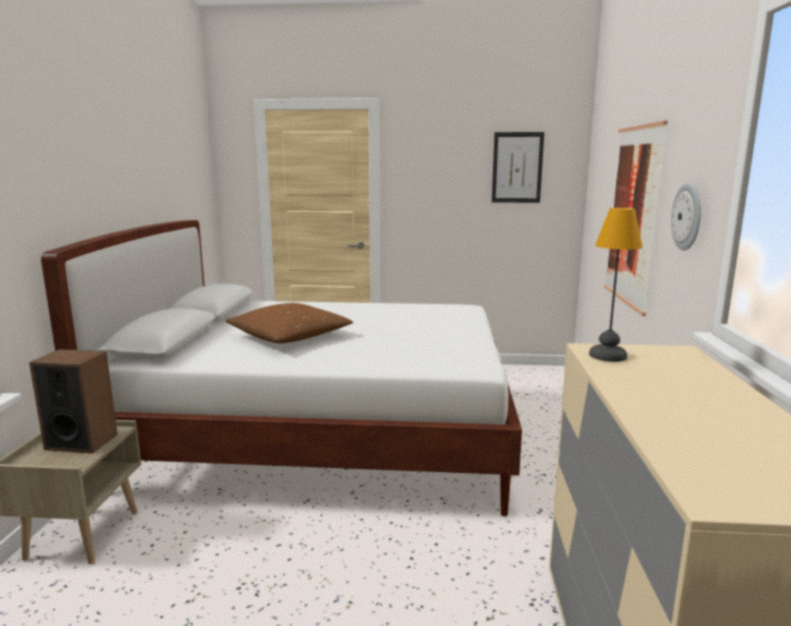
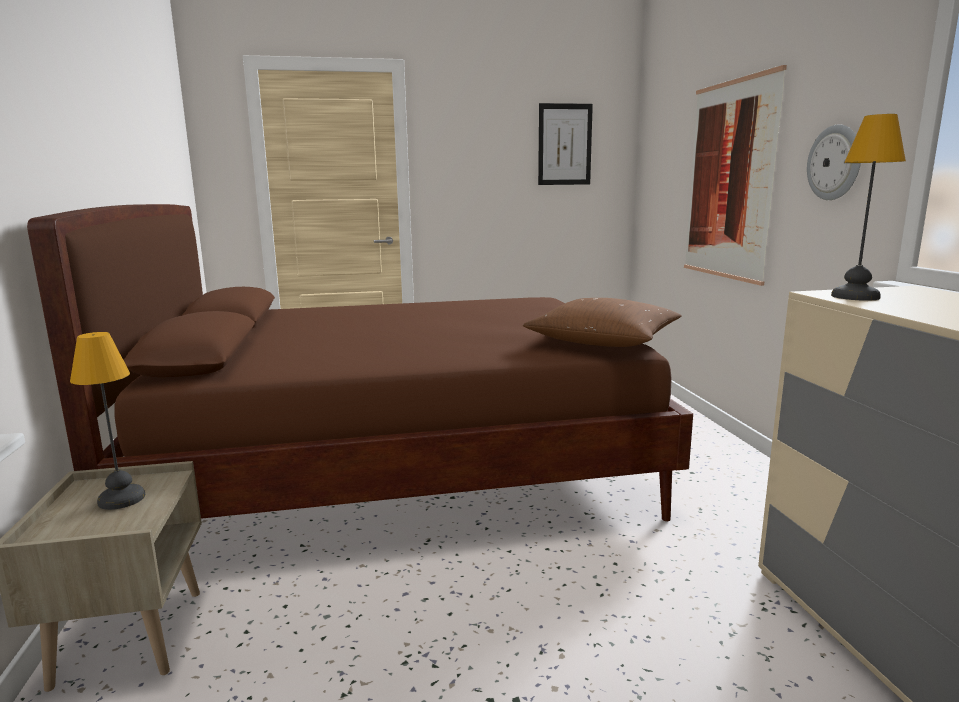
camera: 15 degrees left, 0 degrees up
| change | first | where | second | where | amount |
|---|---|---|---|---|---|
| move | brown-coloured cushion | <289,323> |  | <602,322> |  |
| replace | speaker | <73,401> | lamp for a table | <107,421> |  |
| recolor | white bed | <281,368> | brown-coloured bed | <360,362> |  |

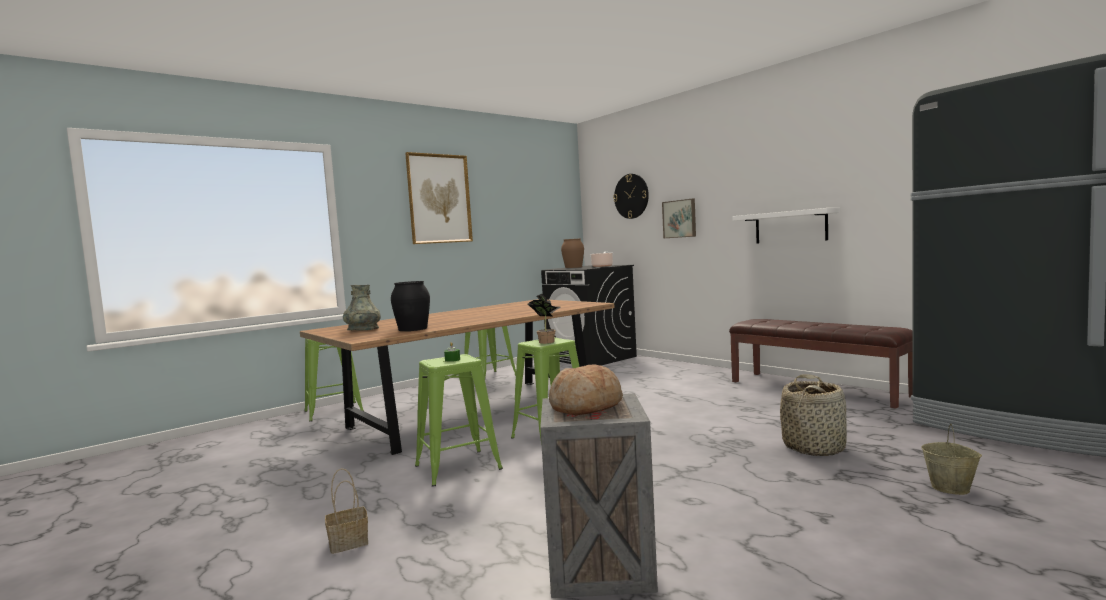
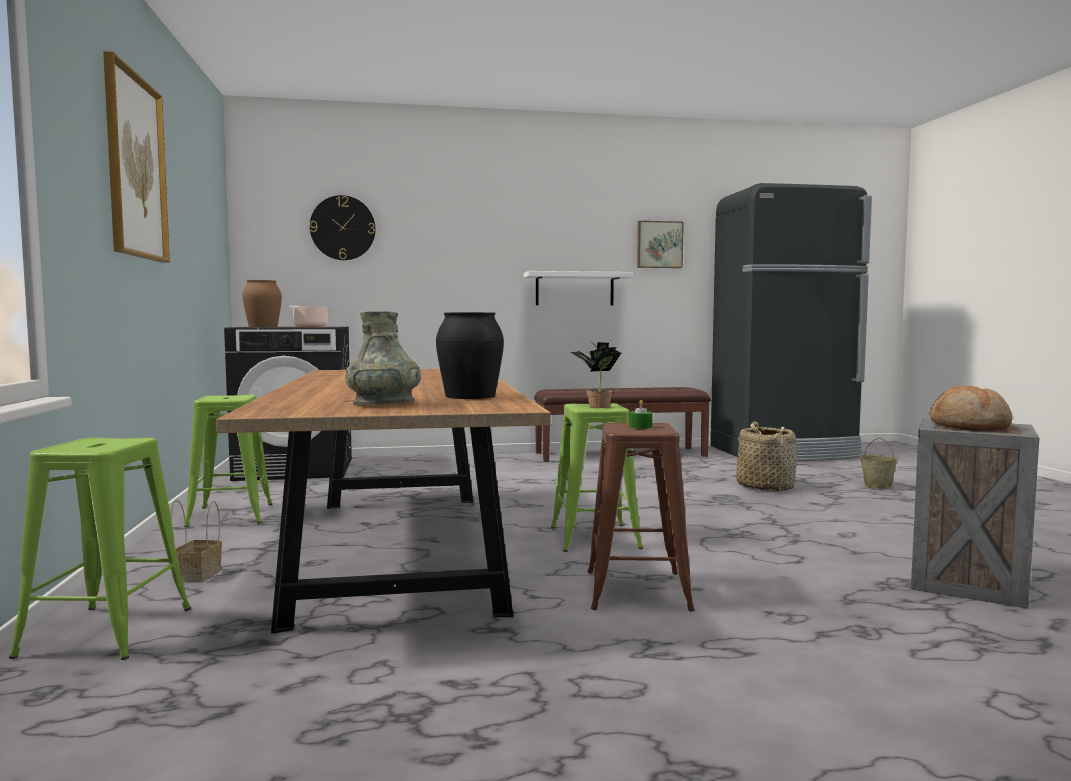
camera: 60 degrees left, 0 degrees up
| change | first | where | second | where | amount |
|---|---|---|---|---|---|
| move | basket | <346,511> |  | <196,541> |  |
| move | wall picture | <679,219> |  | <660,244> |  |
| recolor | green-coloured stool seat | <459,420> | brown-coloured stool seat | <641,517> |  |

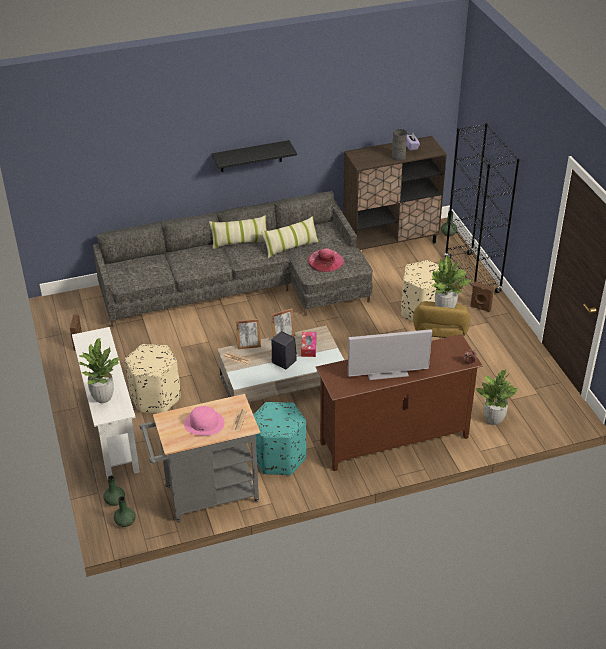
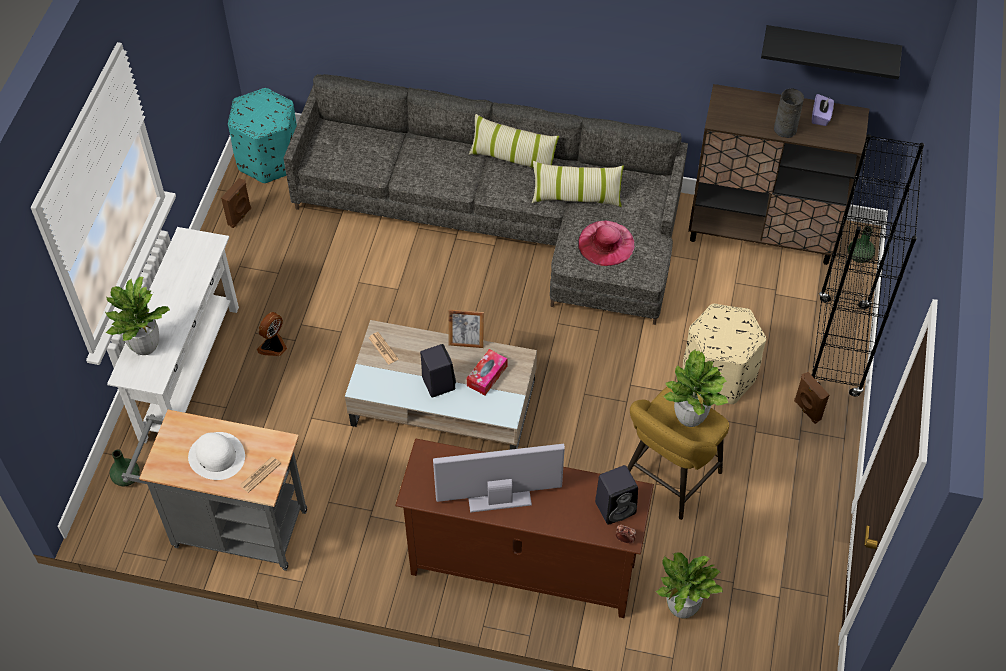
camera: 30 degrees right, 15 degrees up
| change | first | where | second | where | amount |
|---|---|---|---|---|---|
| delete | green-coloured flower vase | <125,511> |  |  |  |
| delete | photo frame | <248,334> |  |  |  |
| insert |  |  | black-coloured speaker | <616,495> |  |
| move | black-coloured wall shelf | <254,156> |  | <831,52> |  |
| move | blue-green footrest | <280,438> |  | <262,136> |  |
| replace | sand-coloured footrest | <152,378> | cooling fan | <272,334> |  |
| recolor | pink-coloured wearable hat | <204,421> | white wearable hat | <216,456> |  |
| rotate | TV set | <390,354> |  | <499,478> | 150 degrees clockwise |

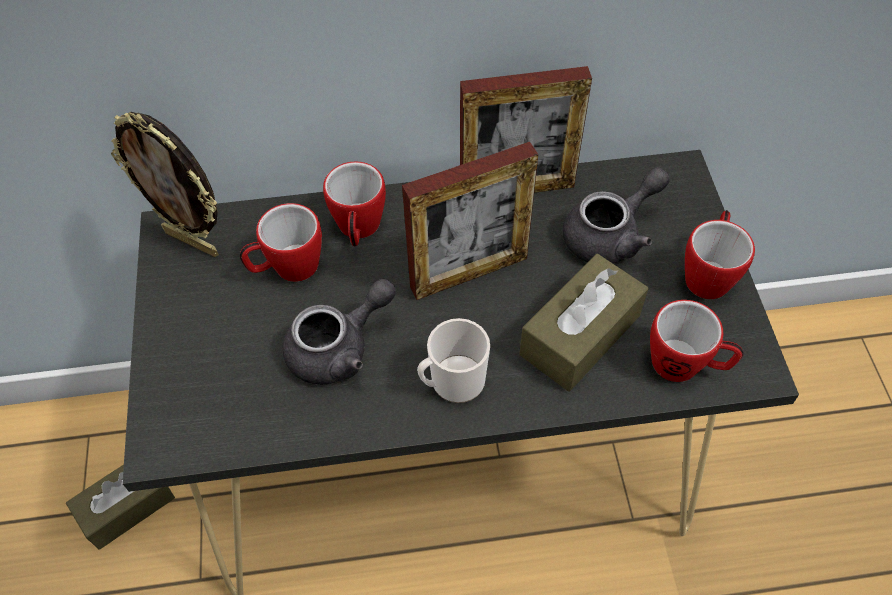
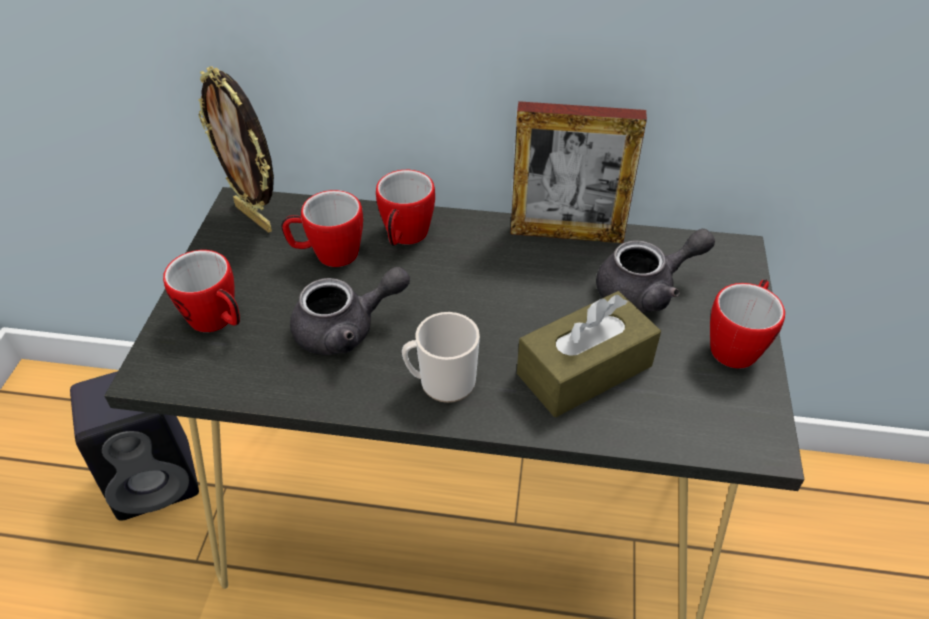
camera: 15 degrees right, 10 degrees down
| change | first | where | second | where | amount |
|---|---|---|---|---|---|
| delete | photo frame | <470,221> |  |  |  |
| move | coffee mug | <696,341> |  | <201,291> |  |
| replace | brown-coloured tissue holder | <120,507> | black-coloured speaker | <134,446> |  |

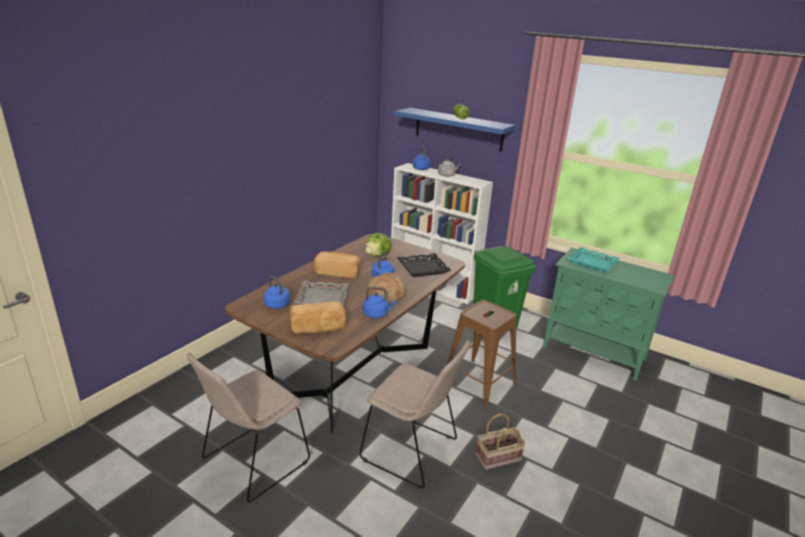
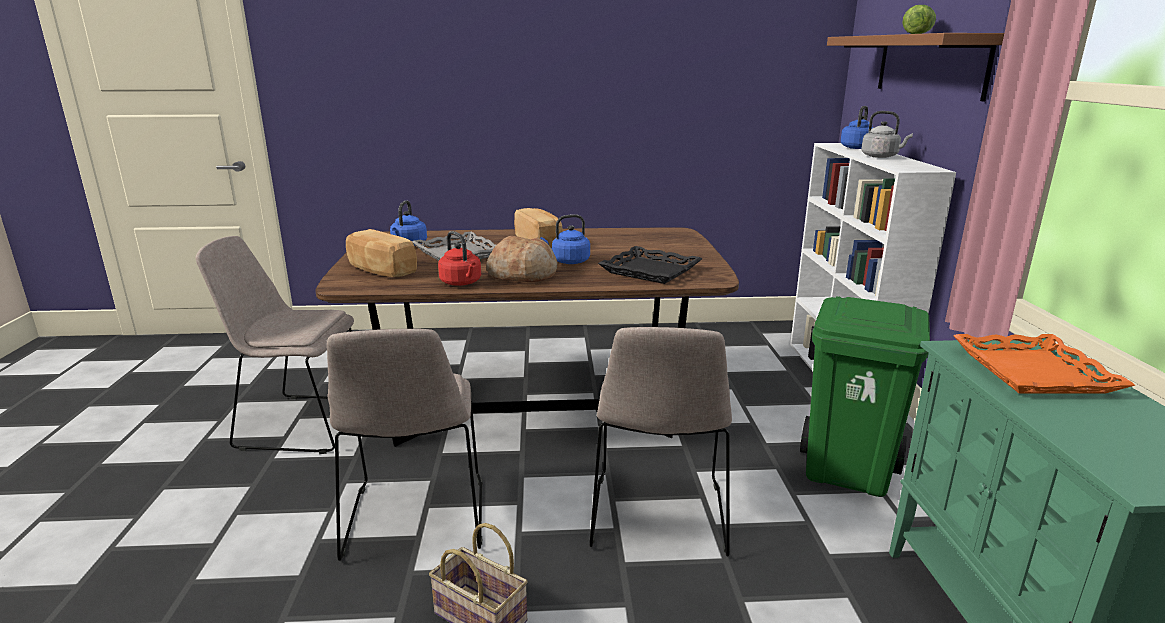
camera: 55 degrees right, 5 degrees down
| change | first | where | second | where | amount |
|---|---|---|---|---|---|
| delete | lettuce | <378,245> |  |  |  |
| replace | brown-coloured stool seat | <482,354> | sand-coloured chair | <660,442> |  |
| recolor | blue-coloured kettle | <379,302> | red-coloured kettle | <459,258> |  |
| recolor | blue-coloured wall shelf | <455,129> | brown-coloured wall shelf | <915,67> |  |
| recolor | blue-green carrying tray | <593,260> | orange carrying tray | <1044,364> |  |

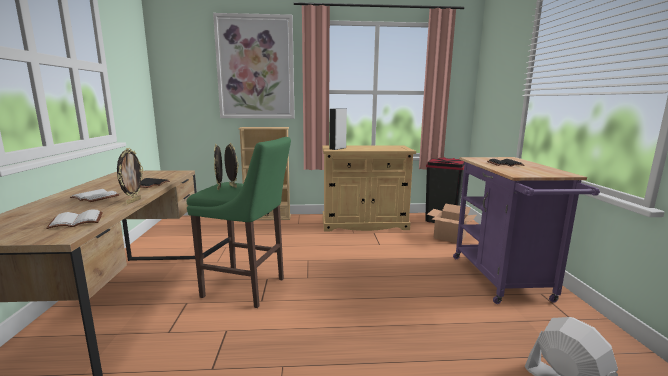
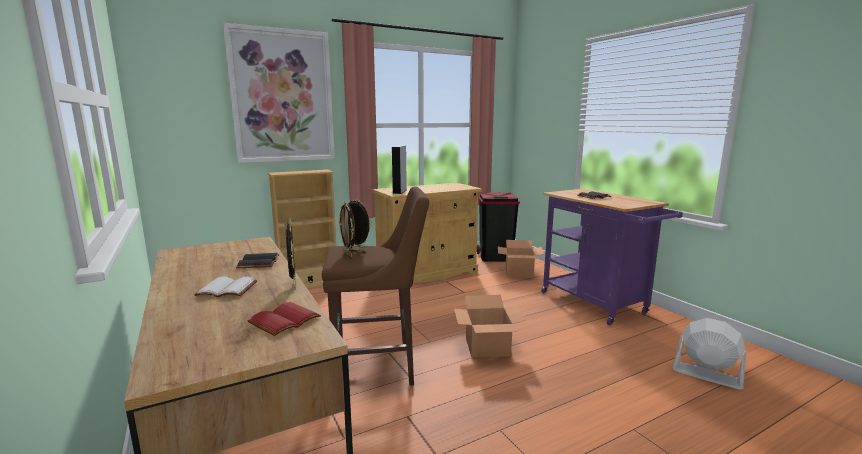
camera: 25 degrees left, 0 degrees up
| change | first | where | second | where | amount |
|---|---|---|---|---|---|
| insert |  |  | carton | <489,326> |  |
| recolor | white book | <74,219> | red-coloured book | <284,319> |  |
| recolor | green-coloured stool seat | <239,222> | brown-coloured stool seat | <375,286> |  |

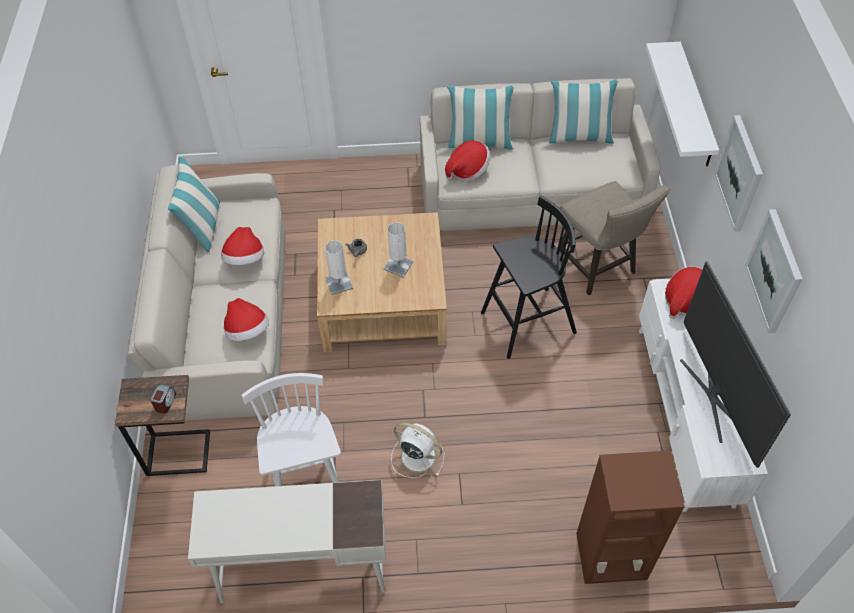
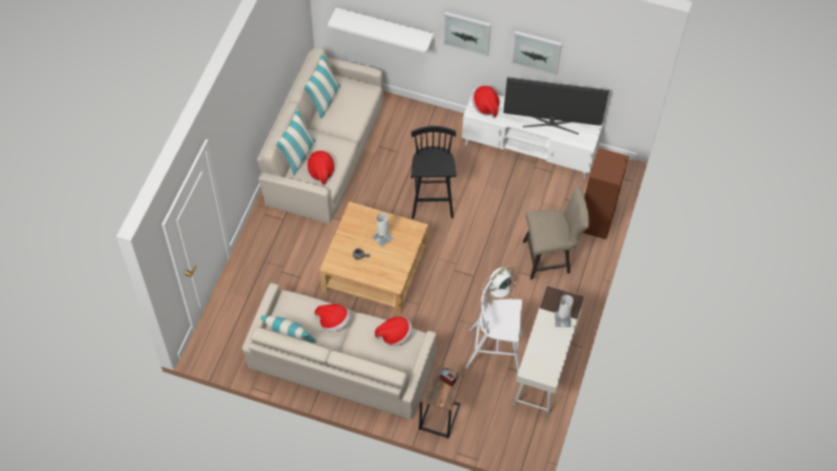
camera: 70 degrees left, 5 degrees up
| change | first | where | second | where | amount |
|---|---|---|---|---|---|
| move | white lamp for a table | <339,267> |  | <564,311> |  |
| move | sand-coloured stool seat | <615,238> |  | <556,233> |  |

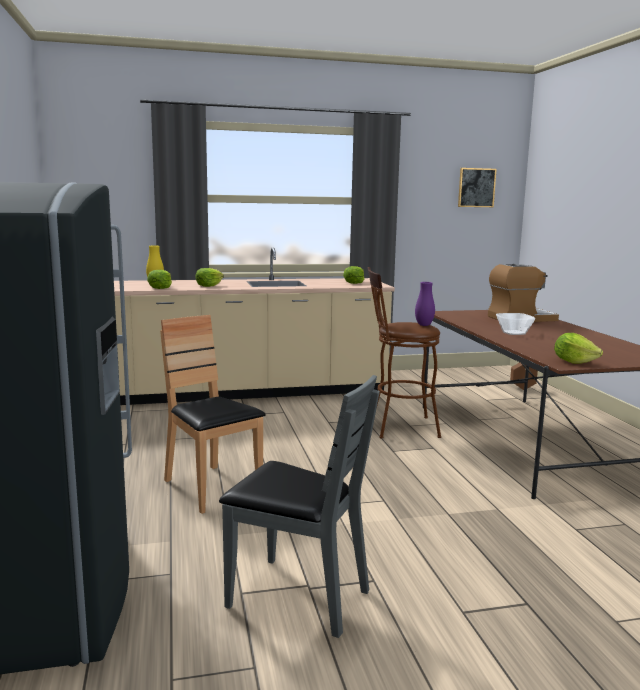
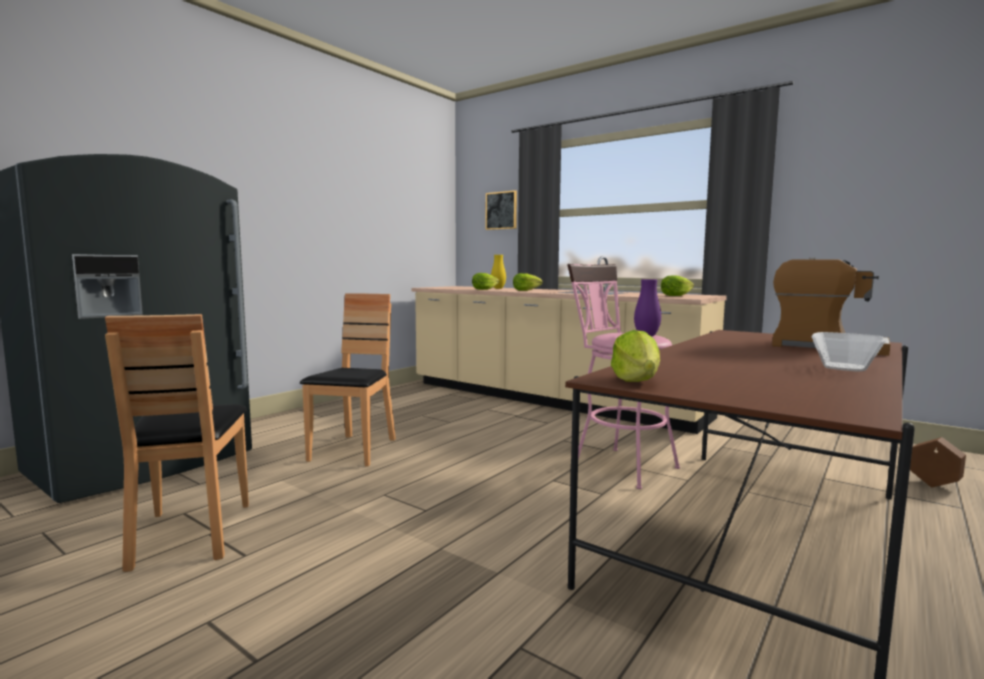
camera: 50 degrees right, 5 degrees down
| change | first | where | second | where | amount |
|---|---|---|---|---|---|
| move | wall picture | <477,187> |  | <501,210> |  |
| move | deep dish | <515,324> |  | <849,352> |  |
| recolor | greyish chair | <299,506> | brown-coloured chair | <177,443> |  |
| recolor | brown-coloured stool seat | <404,353> | pink-coloured stool seat | <623,376> |  |

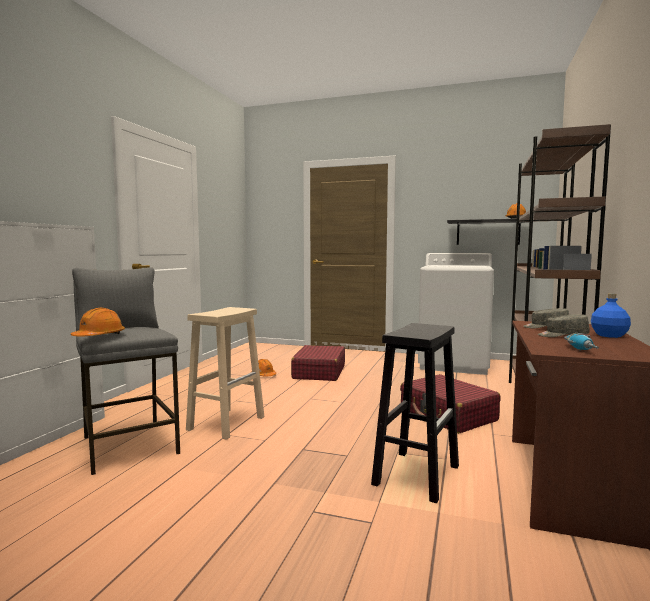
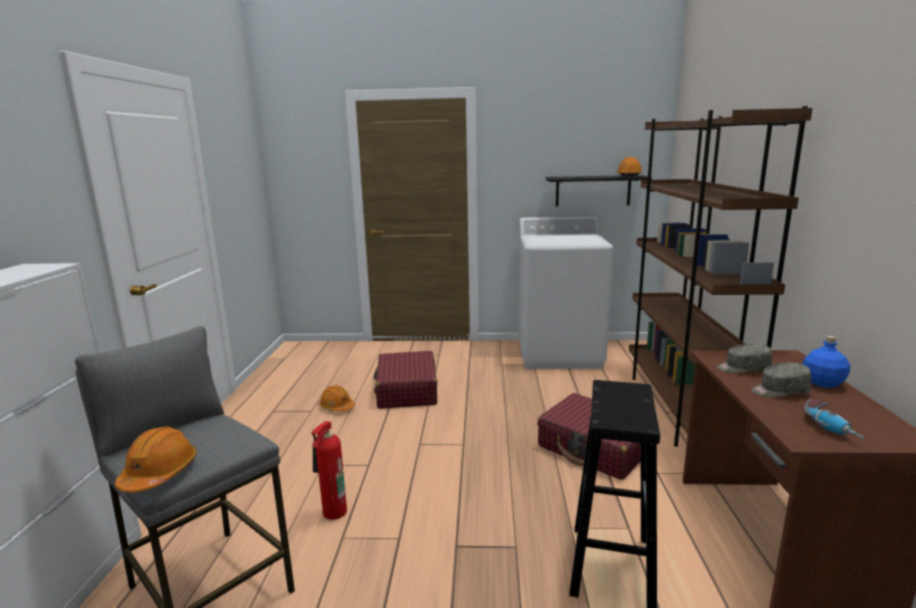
camera: 15 degrees left, 10 degrees up
| change | first | where | second | where | amount |
|---|---|---|---|---|---|
| replace | sand-coloured stool seat | <225,373> | fire-fighting cylinder | <329,470> |  |

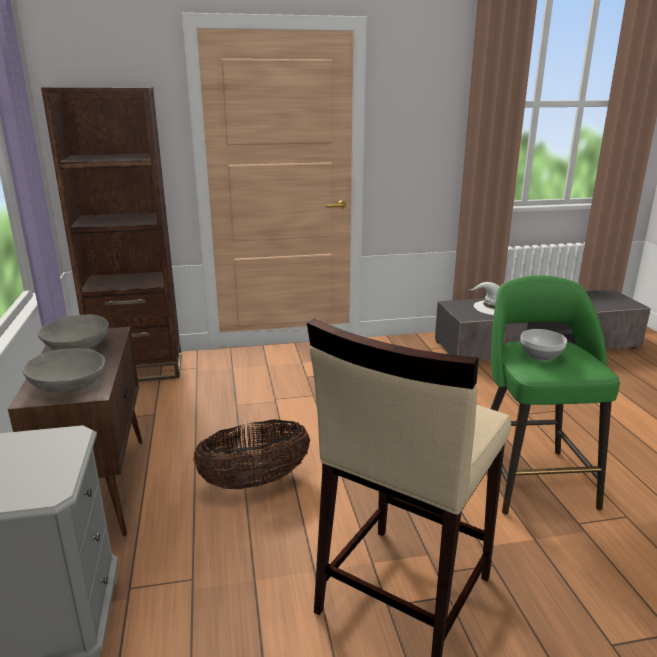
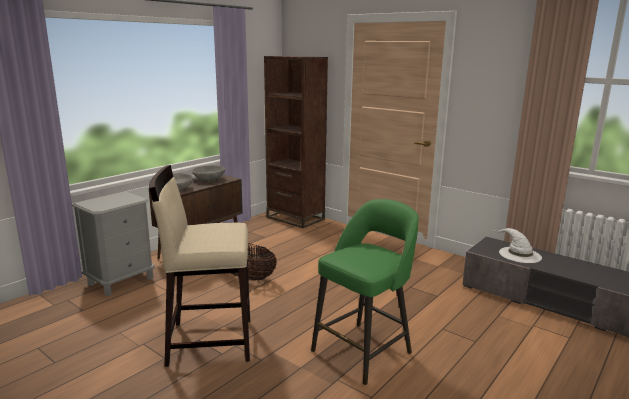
camera: 50 degrees right, 5 degrees down
| change | first | where | second | where | amount |
|---|---|---|---|---|---|
| delete | deep dish | <544,345> |  |  |  |

